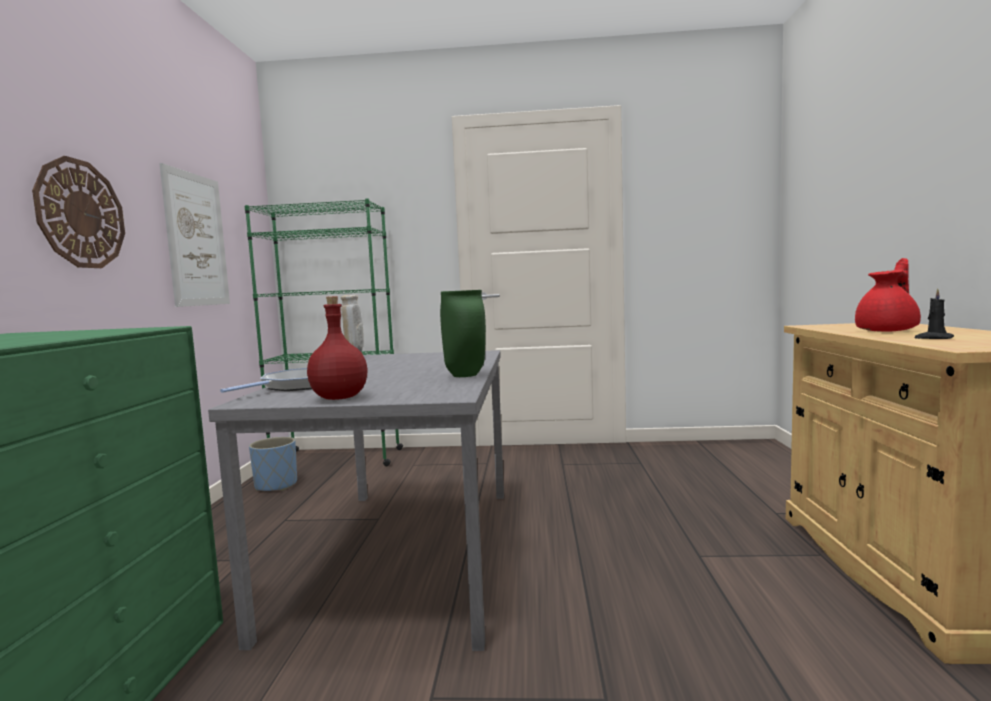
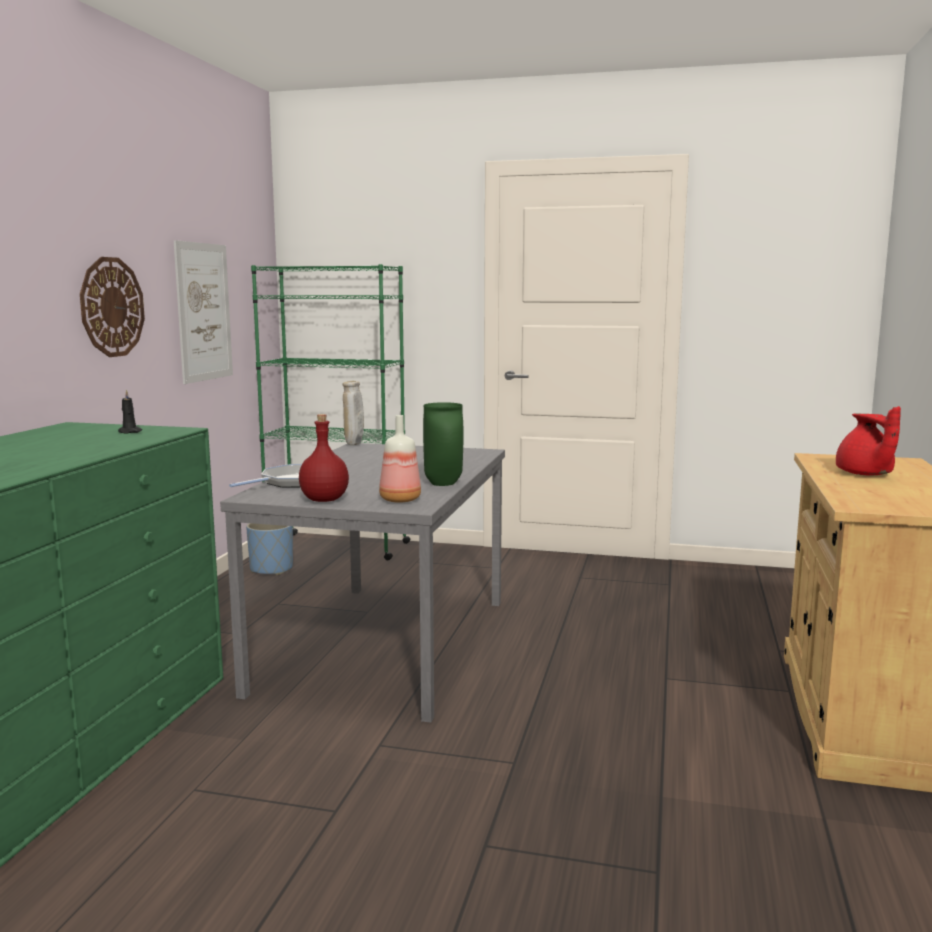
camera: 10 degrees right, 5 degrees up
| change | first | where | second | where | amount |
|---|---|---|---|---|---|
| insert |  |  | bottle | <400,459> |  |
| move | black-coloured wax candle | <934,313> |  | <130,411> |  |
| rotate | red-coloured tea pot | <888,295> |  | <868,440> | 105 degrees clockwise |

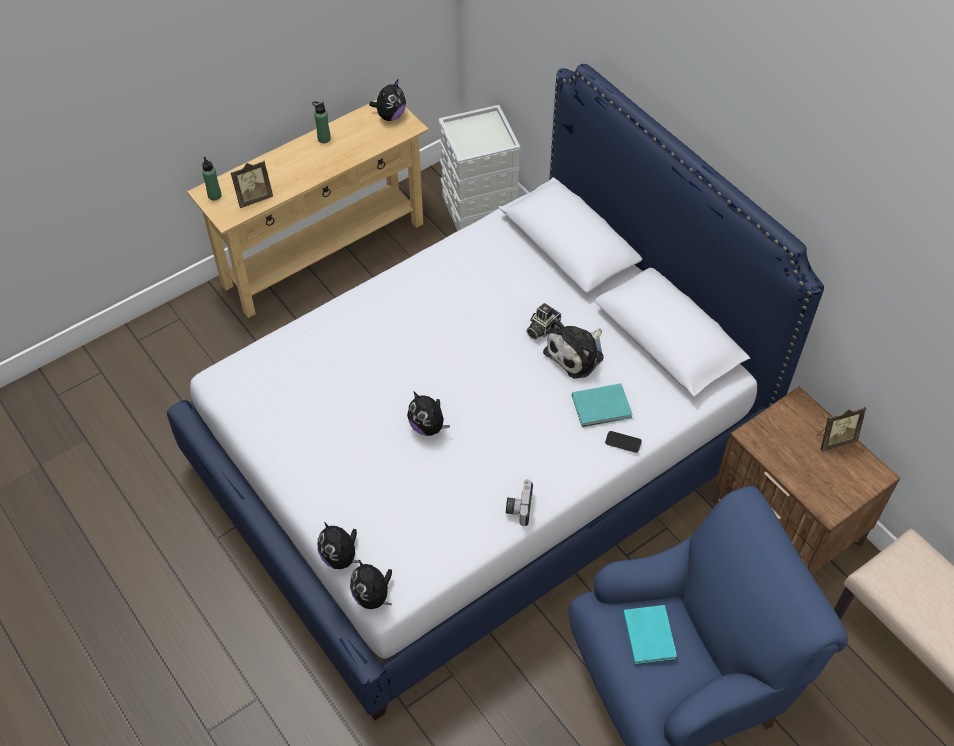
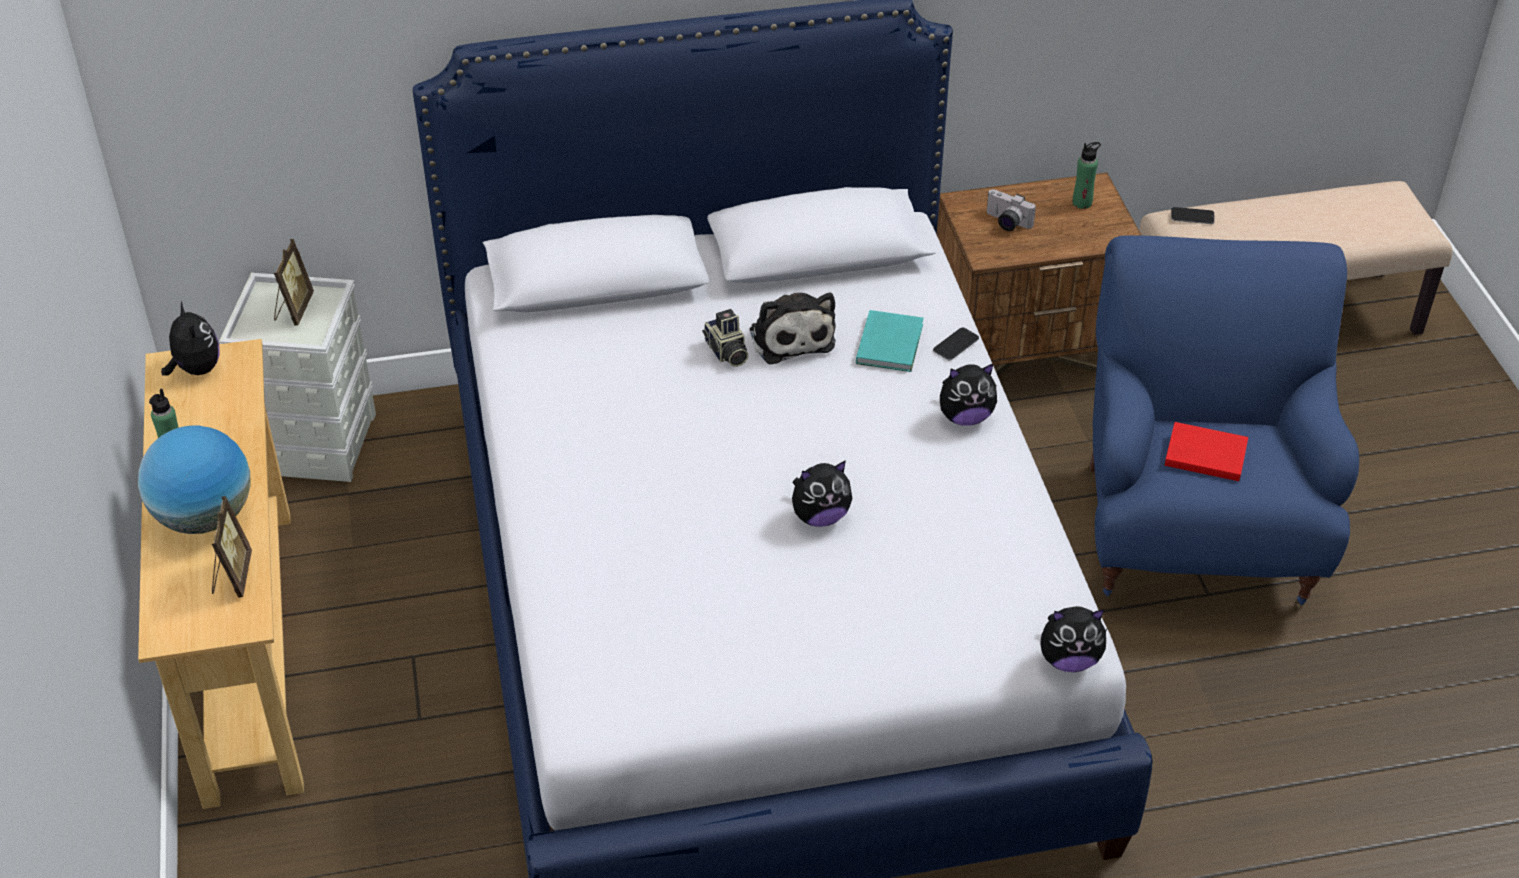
camera: 65 degrees left, 10 degrees down
| change | first | where | second | where | amount |
|---|---|---|---|---|---|
| insert |  |  | world globe | <194,479> |  |
| insert |  |  | phone | <1192,215> |  |
| move | green-coloured bottle | <211,178> |  | <1087,175> |  |
| move | cuddly toy | <339,545> |  | <968,394> |  |
| move | still camera | <519,502> |  | <1011,210> |  |
| move | photo frame | <841,429> |  | <294,282> |  |
| recolor | blue-green book | <650,635> | red-coloured book | <1206,451> |  |

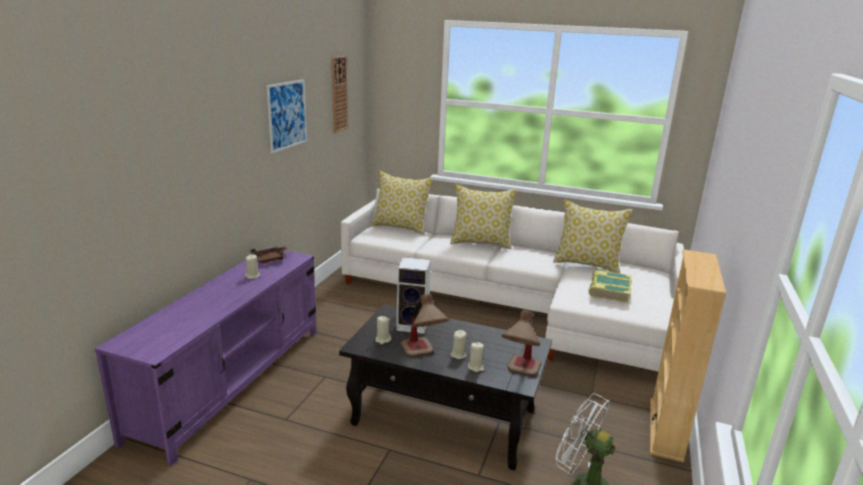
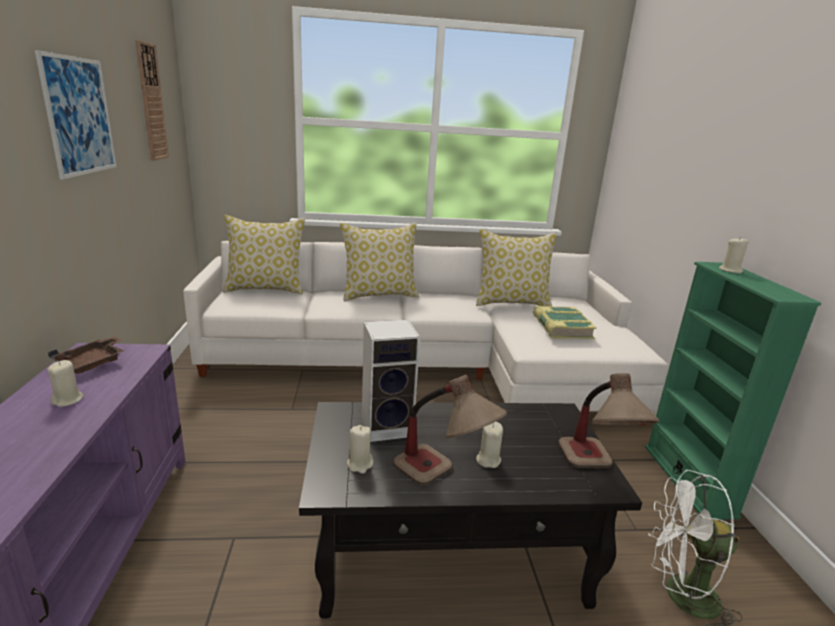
camera: 25 degrees left, 0 degrees up
| change | first | where | second | where | amount |
|---|---|---|---|---|---|
| move | sand-coloured wax candle | <476,357> |  | <733,255> |  |
| recolor | sand-coloured bookshelf | <688,356> | green-coloured bookshelf | <733,391> |  |

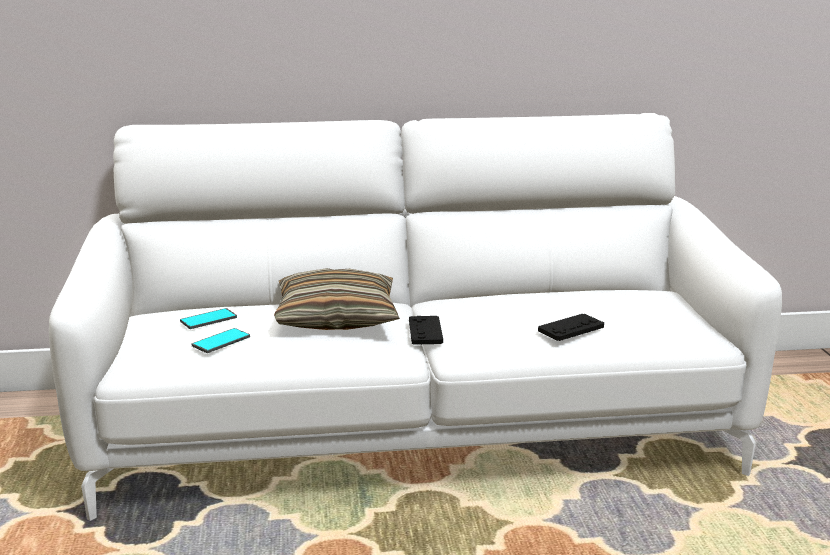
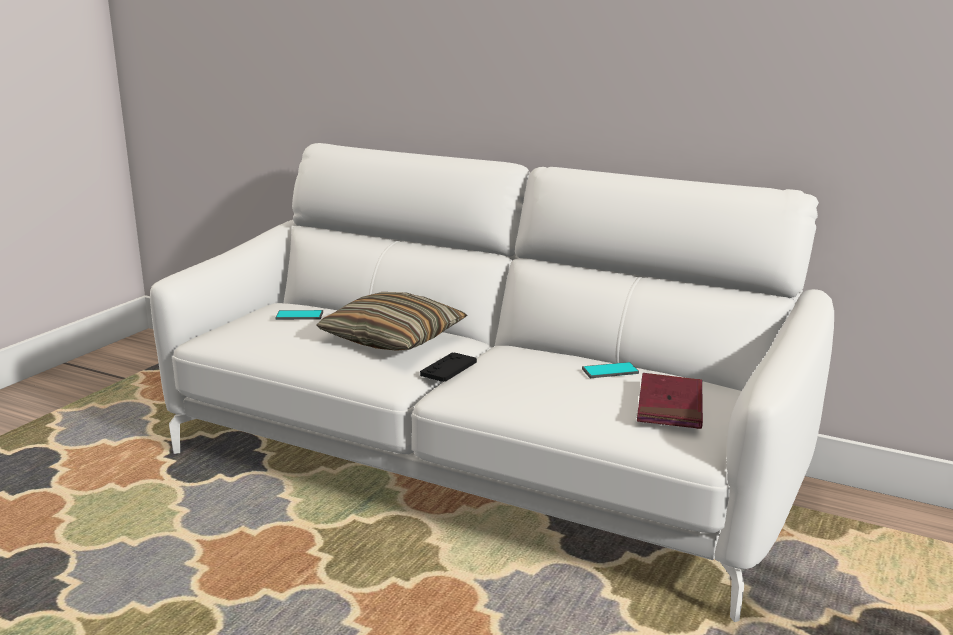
camera: 35 degrees right, 0 degrees up
| change | first | where | second | where | amount |
|---|---|---|---|---|---|
| delete | black-coloured gamepad | <571,327> |  |  |  |
| insert |  |  | red-coloured book | <670,401> |  |
| move | phone | <221,340> |  | <610,370> |  |

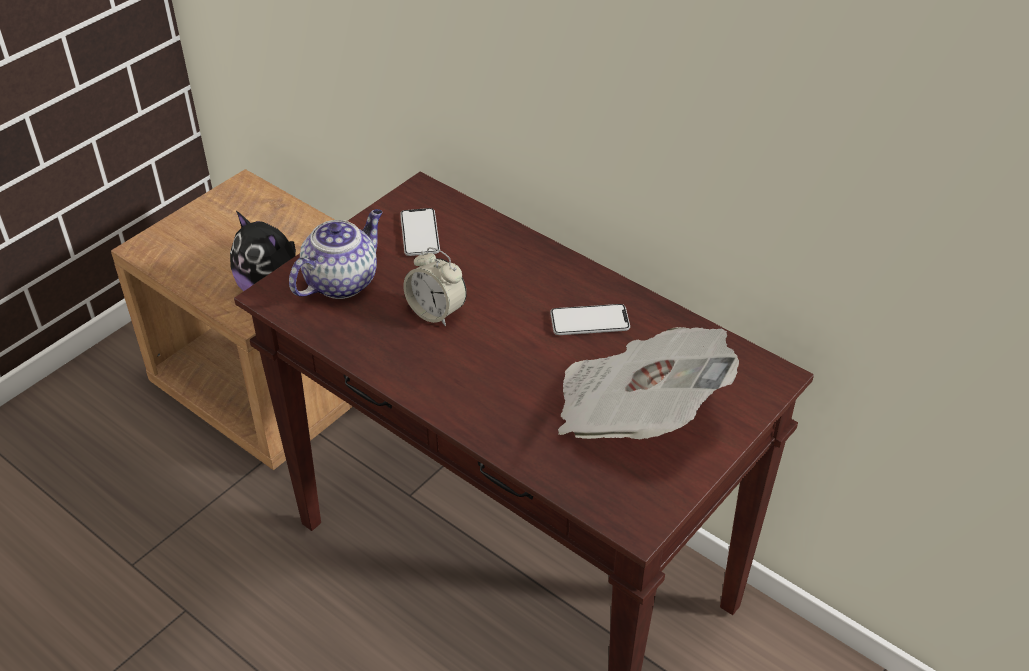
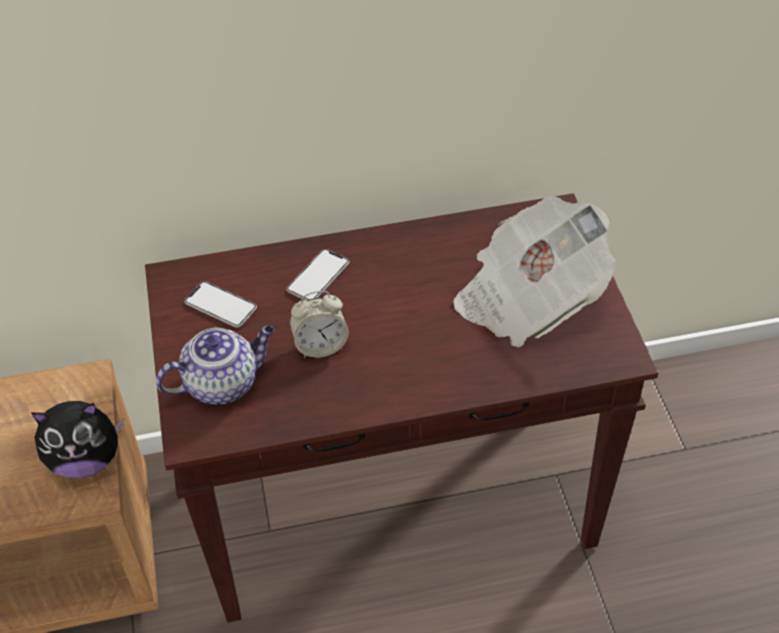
camera: 50 degrees left, 5 degrees up
| change | first | where | second | where | amount |
|---|---|---|---|---|---|
| move | phone | <590,319> |  | <317,275> |  |
| rotate | tea pot | <335,254> |  | <215,365> | 75 degrees clockwise |

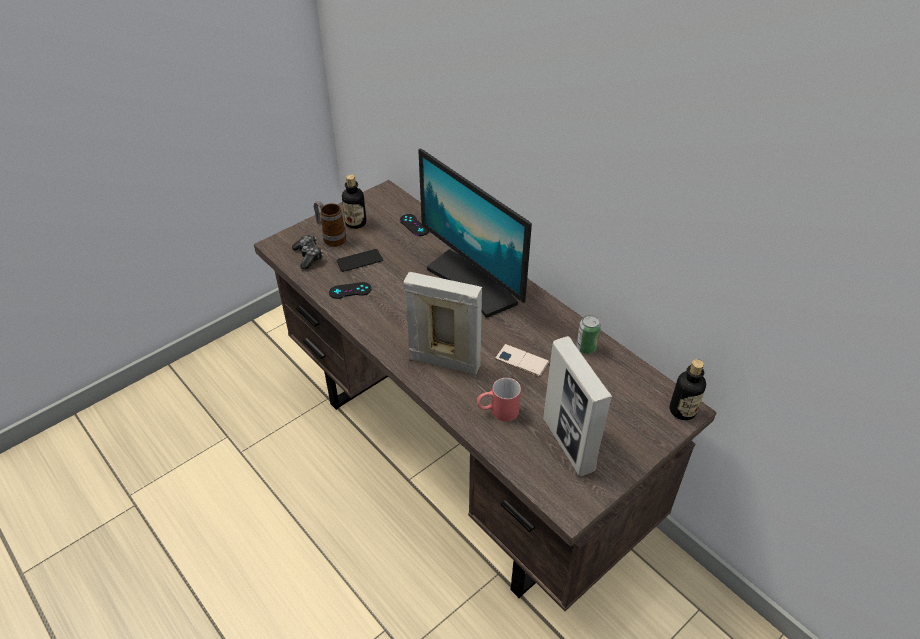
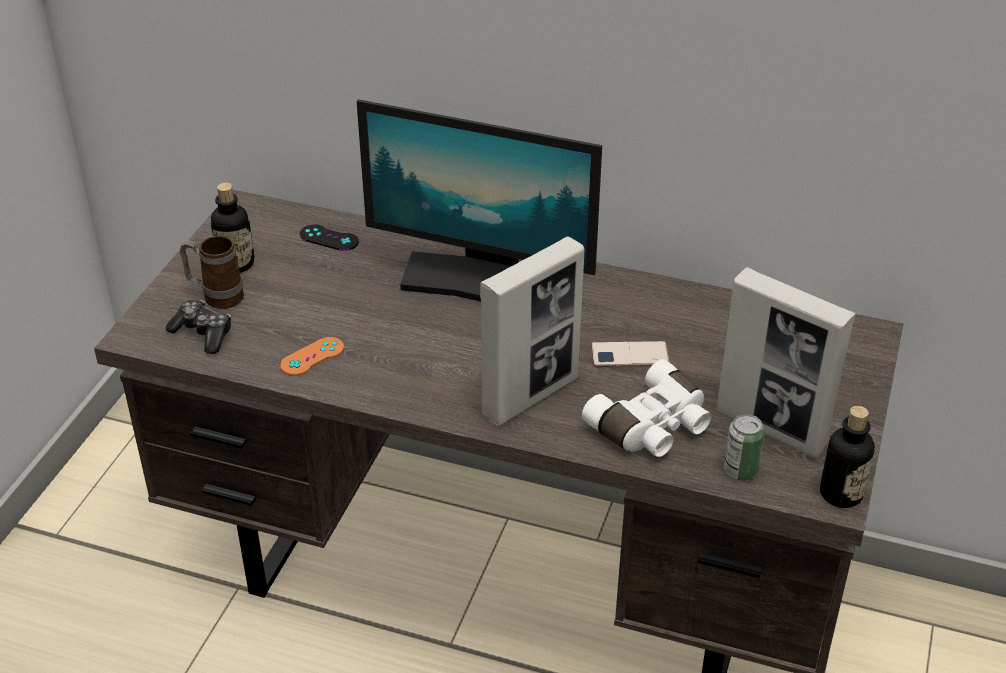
camera: 30 degrees left, 5 degrees down
| change | first | where | second | where | amount |
|---|---|---|---|---|---|
| delete | phone | <360,260> |  |  |  |
| move | sealed can | <588,334> |  | <744,447> |  |
| move | bottle | <688,389> |  | <847,457> |  |
| replace | red-coloured coffee mug | <499,400> | white pair of binoculars | <646,408> |  |
| recolor | black-coloured gamepad | <350,290> | orange gamepad | <312,356> |  |
| rotate | photo frame | <442,323> |  | <532,331> | 150 degrees clockwise |

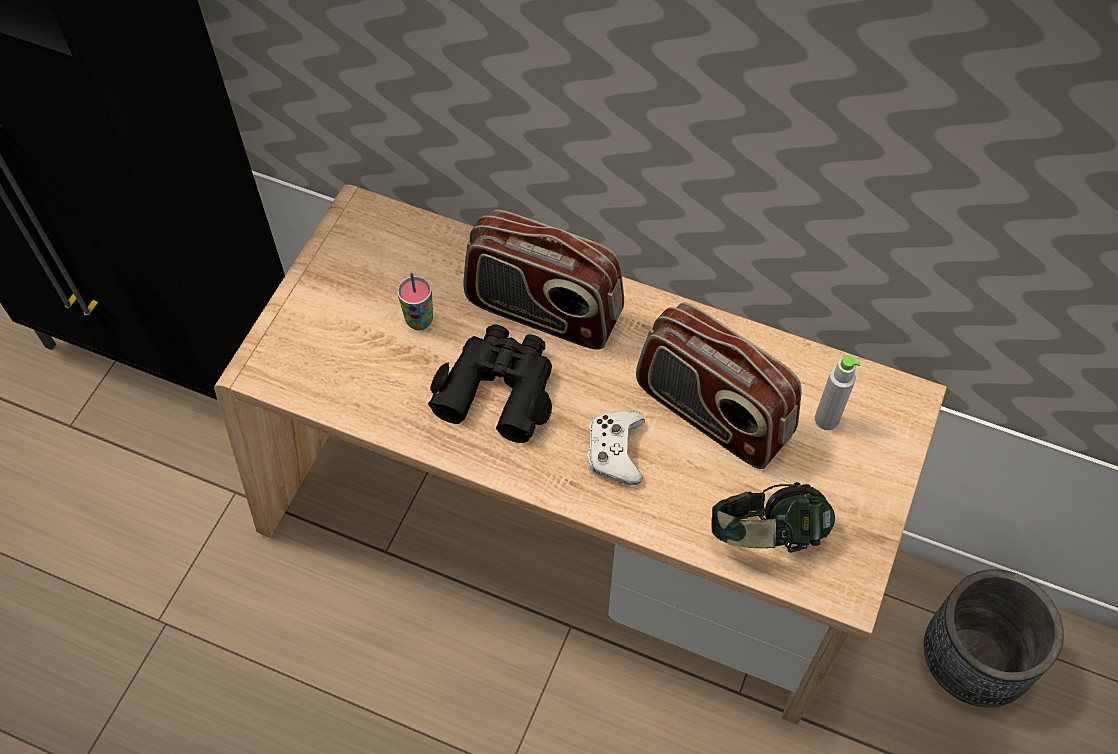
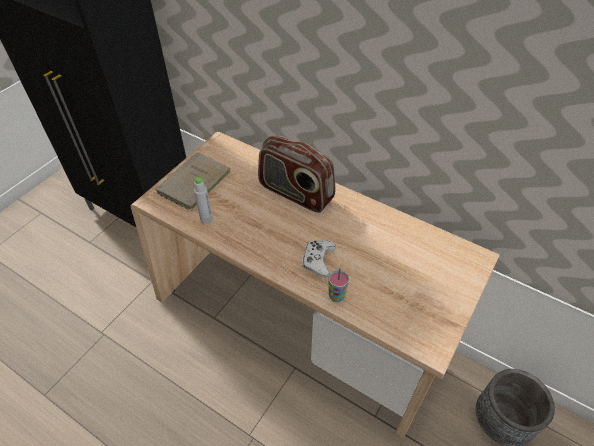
camera: 10 degrees right, 10 degrees down
| change | first | where | second | where | amount |
|---|---|---|---|---|---|
| delete | black-coloured pair of binoculars | <490,383> |  |  |  |
| delete | radio | <719,385> |  |  |  |
| delete | headphones | <773,517> |  |  |  |
| insert |  |  | sand-coloured book | <193,182> |  |
| move | cup | <415,301> |  | <339,285> |  |
| move | greyish bottle | <838,392> |  | <203,200> |  |

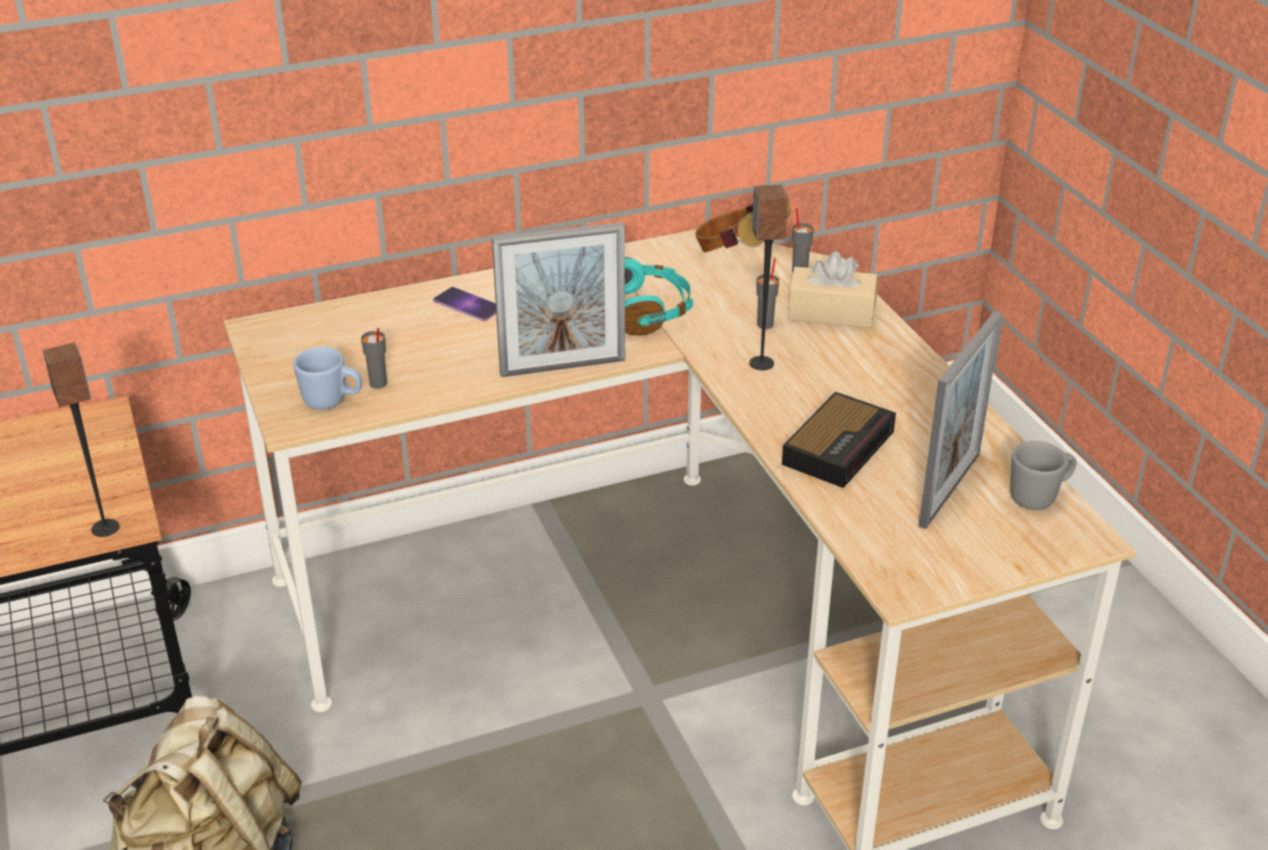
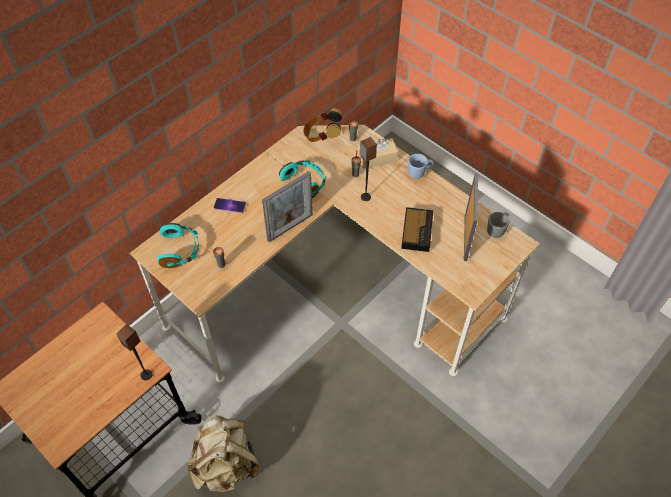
camera: 25 degrees left, 20 degrees up
| change | first | where | second | where | amount |
|---|---|---|---|---|---|
| insert |  |  | blue-green headphones | <178,245> |  |
| move | blue-coloured coffee mug | <327,378> |  | <421,166> |  |

